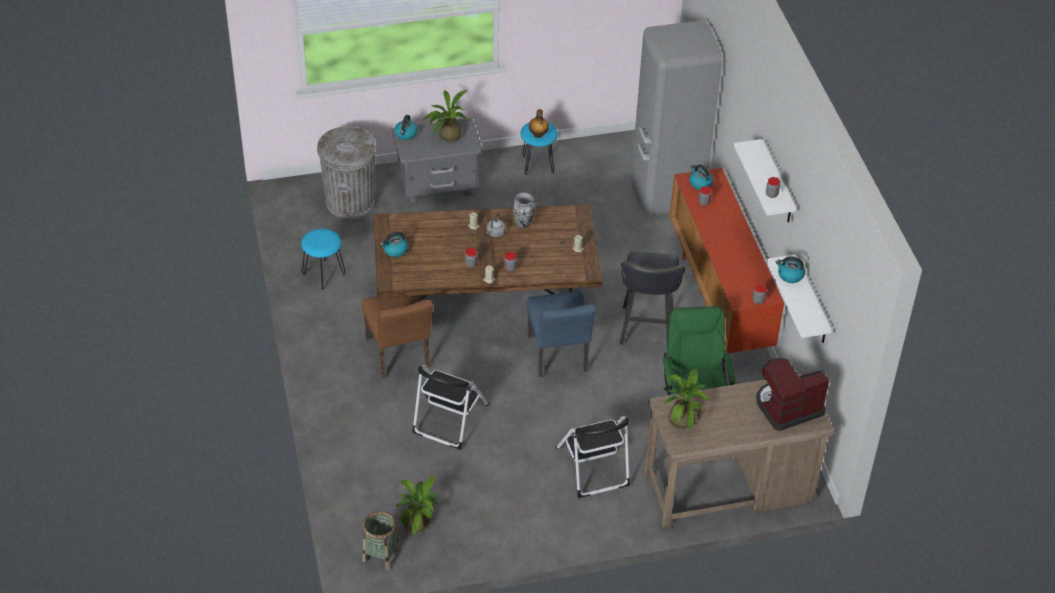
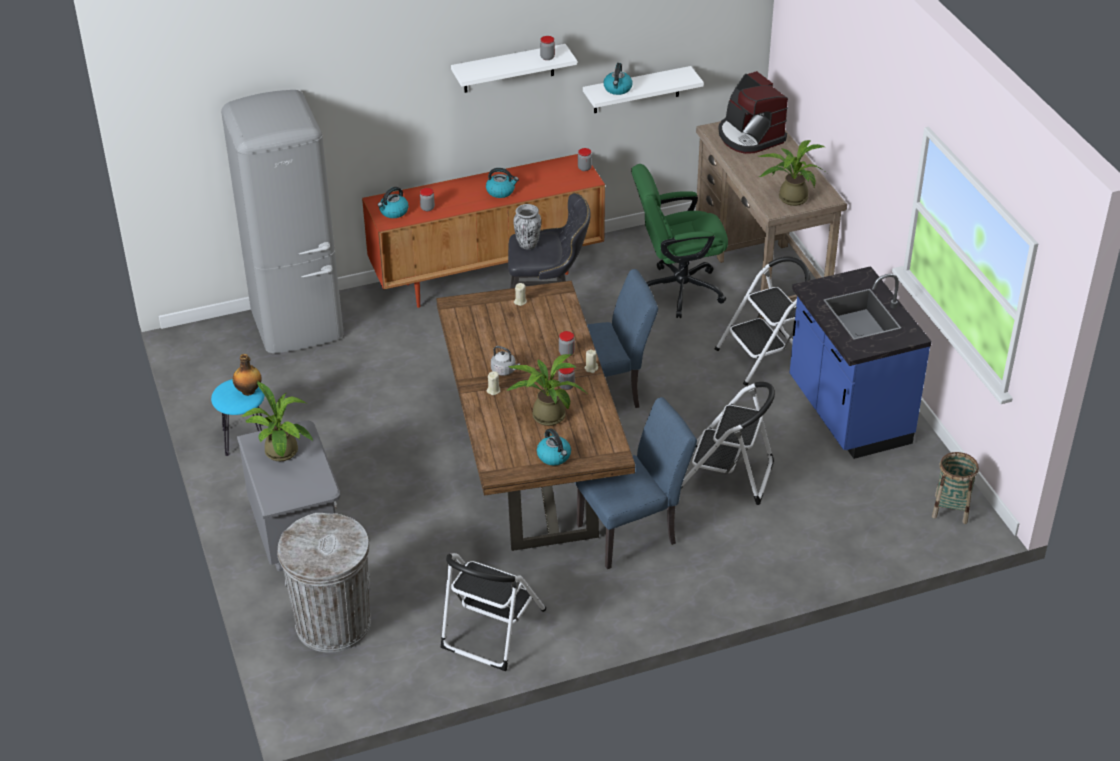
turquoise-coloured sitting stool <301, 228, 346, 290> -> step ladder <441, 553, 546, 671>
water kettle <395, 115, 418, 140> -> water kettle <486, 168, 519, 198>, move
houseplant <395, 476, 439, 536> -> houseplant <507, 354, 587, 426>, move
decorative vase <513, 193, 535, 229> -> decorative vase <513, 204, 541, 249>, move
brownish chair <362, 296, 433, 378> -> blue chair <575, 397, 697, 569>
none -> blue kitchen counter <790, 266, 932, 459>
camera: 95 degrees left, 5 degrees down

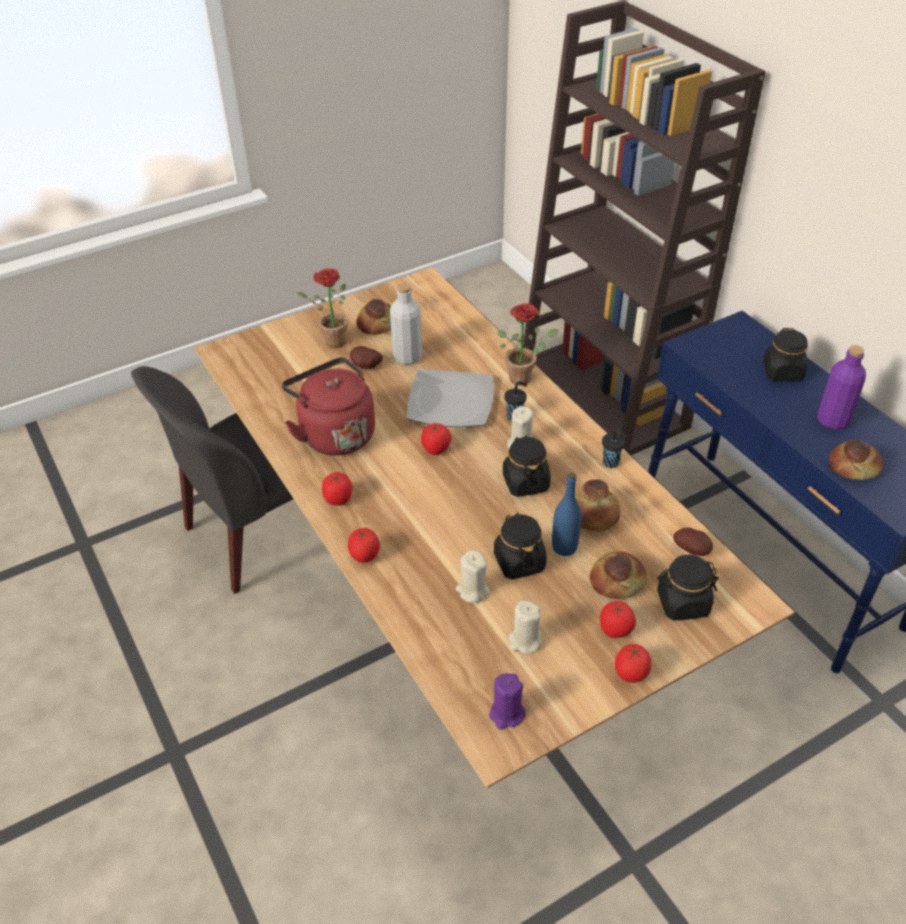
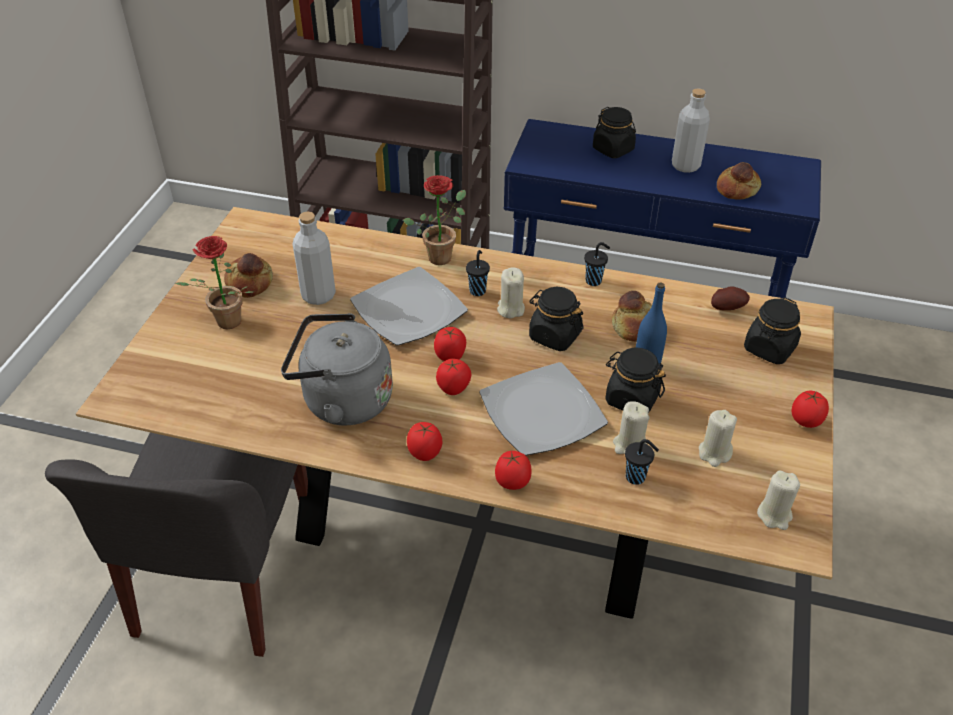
red-coloured water kettle <282, 357, 375, 456> -> gray water kettle <281, 313, 393, 425>
whole tomato <600, 601, 636, 638> -> whole tomato <436, 359, 472, 395>, move
none -> plate <479, 362, 608, 456>
none -> black cup <625, 439, 659, 485>
purplish bottle <817, 345, 866, 430> -> gray bottle <672, 89, 710, 173>
purplish candle <489, 673, 526, 730> -> beige candle <757, 471, 800, 530>
potato <350, 346, 383, 369> -> none
baked bread <589, 551, 647, 599> -> none
camera: 45 degrees left, 0 degrees up

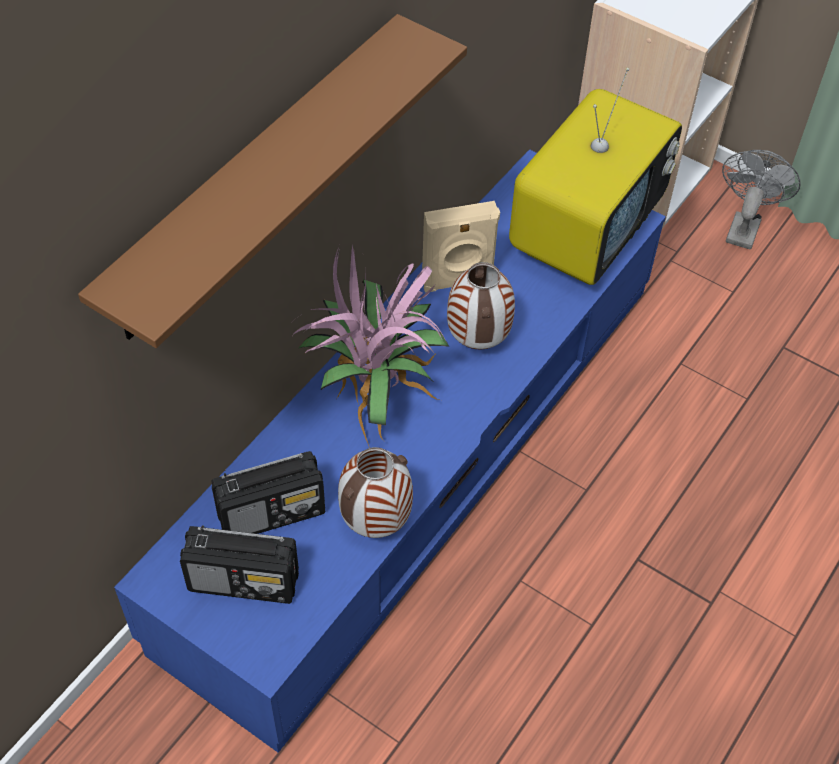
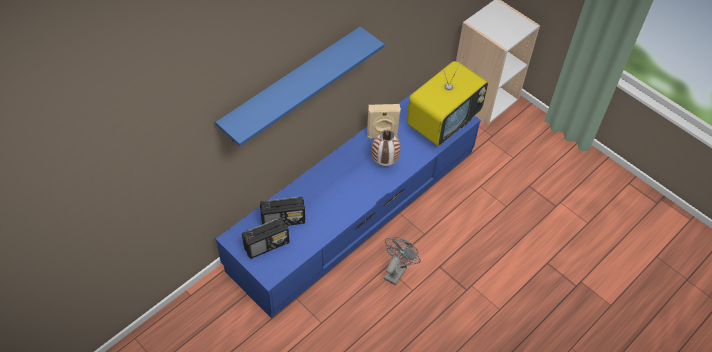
brownish bracket shelf <78, 14, 467, 348> -> blue bracket shelf <215, 26, 385, 146>
radio receiver <180, 525, 299, 604> -> radio receiver <242, 217, 290, 259>, 45 degrees counterclockwise
gray fan <722, 150, 801, 250> -> gray fan <384, 237, 420, 285>, move
houseplant <292, 245, 450, 448> -> none
decorative vase <338, 447, 413, 538> -> none
camera: 10 degrees right, 0 degrees up

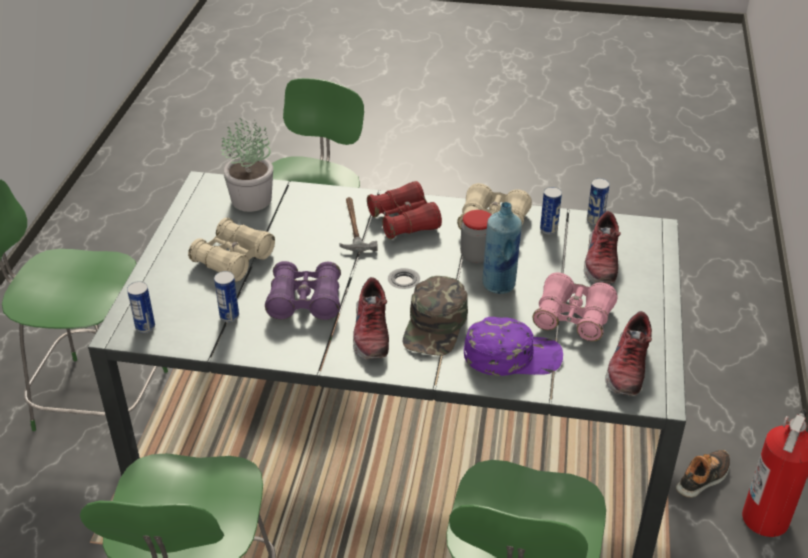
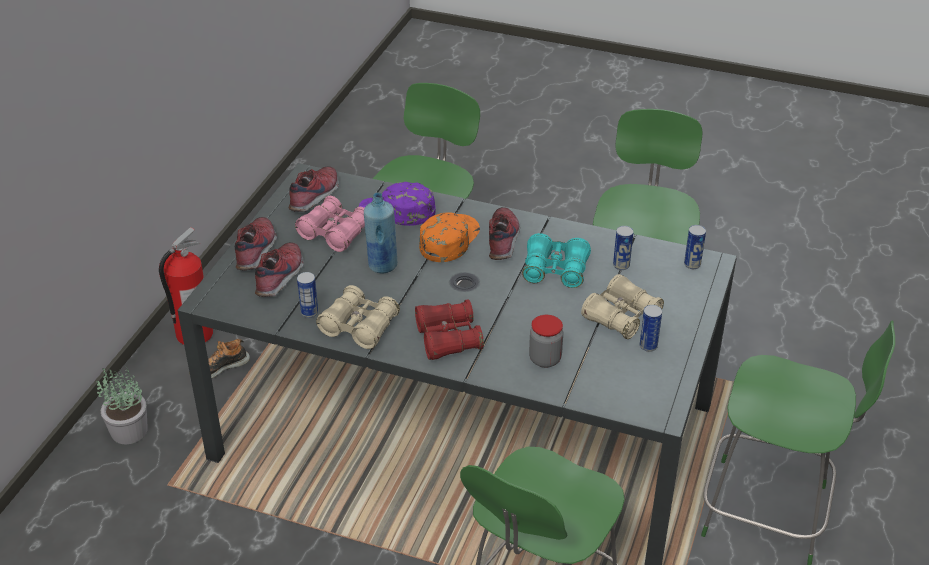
houseplant <221, 118, 273, 212> -> houseplant <97, 368, 148, 444>, move
none -> shoe <235, 217, 277, 271>
green-coloured baseball cap <402, 276, 468, 356> -> orange baseball cap <419, 212, 480, 262>
purplish pair of binoculars <265, 261, 341, 320> -> turquoise-coloured pair of binoculars <522, 233, 591, 288>
jar <460, 210, 491, 263> -> jar <529, 315, 563, 368>, move
sealed can <587, 178, 610, 225> -> sealed can <640, 305, 662, 352>, move
tool hammer <339, 197, 378, 253> -> none
camera: 170 degrees left, 0 degrees up

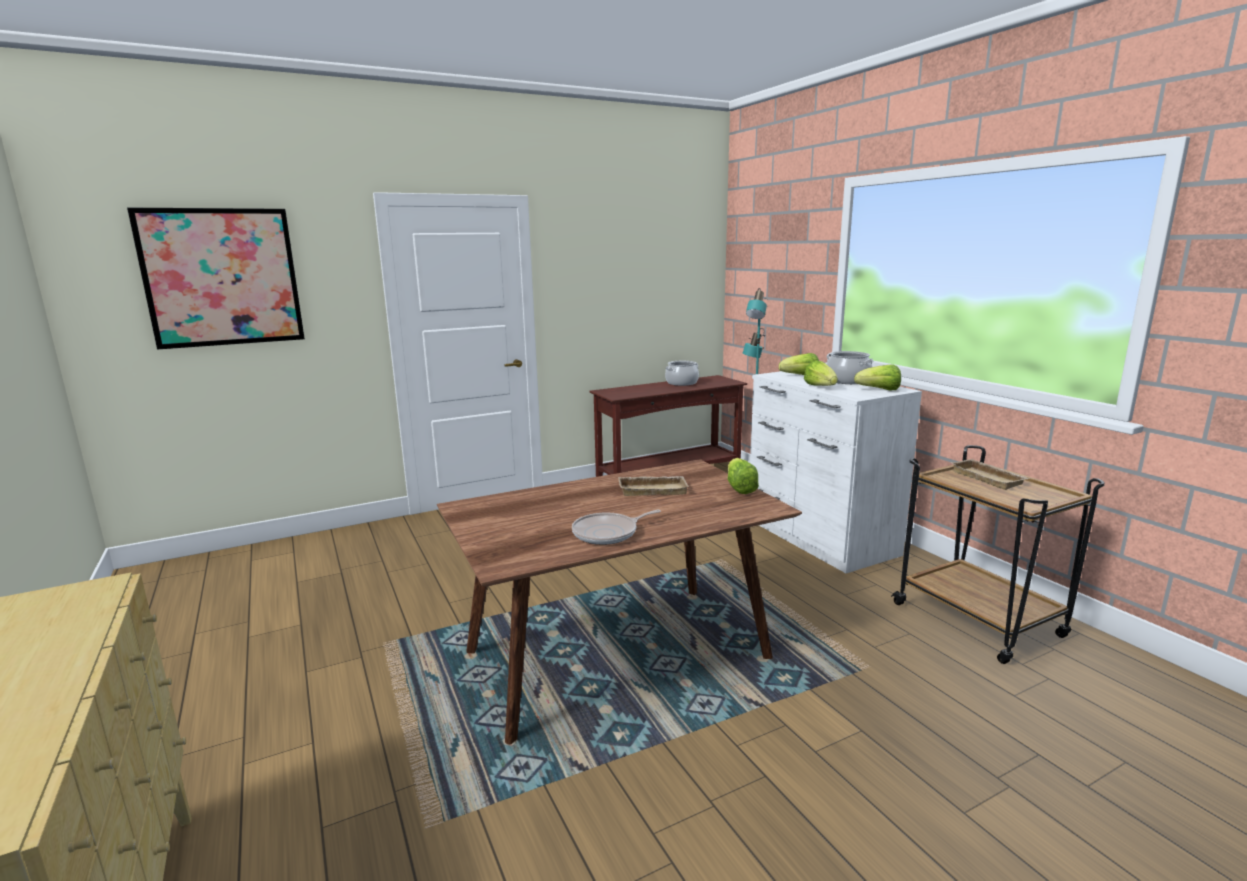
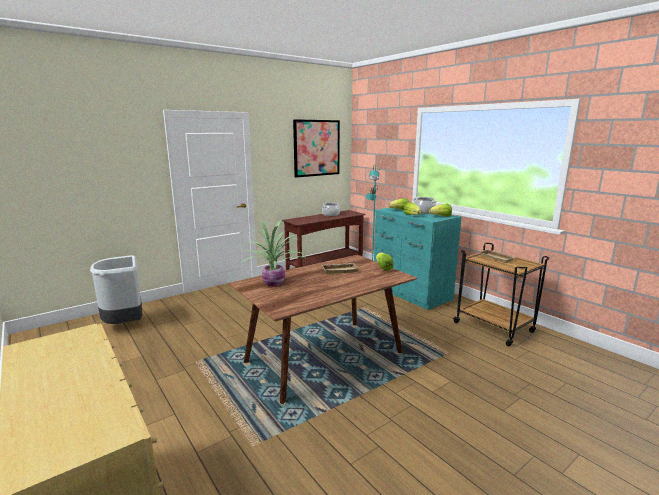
none -> gray waste bin <90, 255, 143, 324>
none -> houseplant <241, 220, 307, 287>
picture <127, 207, 305, 350> -> picture <293, 119, 340, 178>, move
whitish dresser <750, 371, 922, 574> -> turquoise-coloured dresser <374, 208, 461, 310>
skillet <572, 510, 661, 545> -> none
camera: 10 degrees left, 0 degrees up

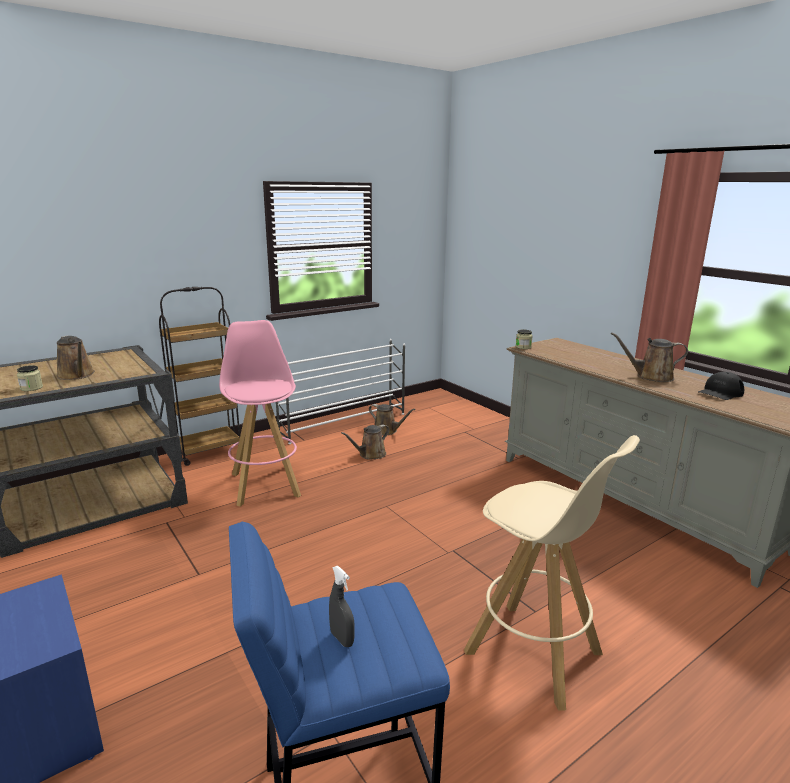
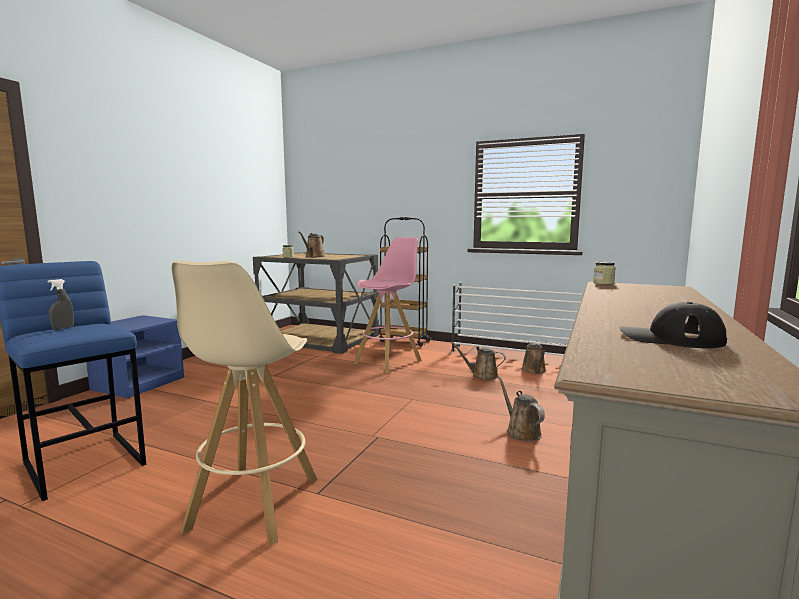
brownish watering pot <611, 332, 688, 382> -> brownish watering pot <498, 376, 545, 442>, move
camera: 60 degrees right, 10 degrees down

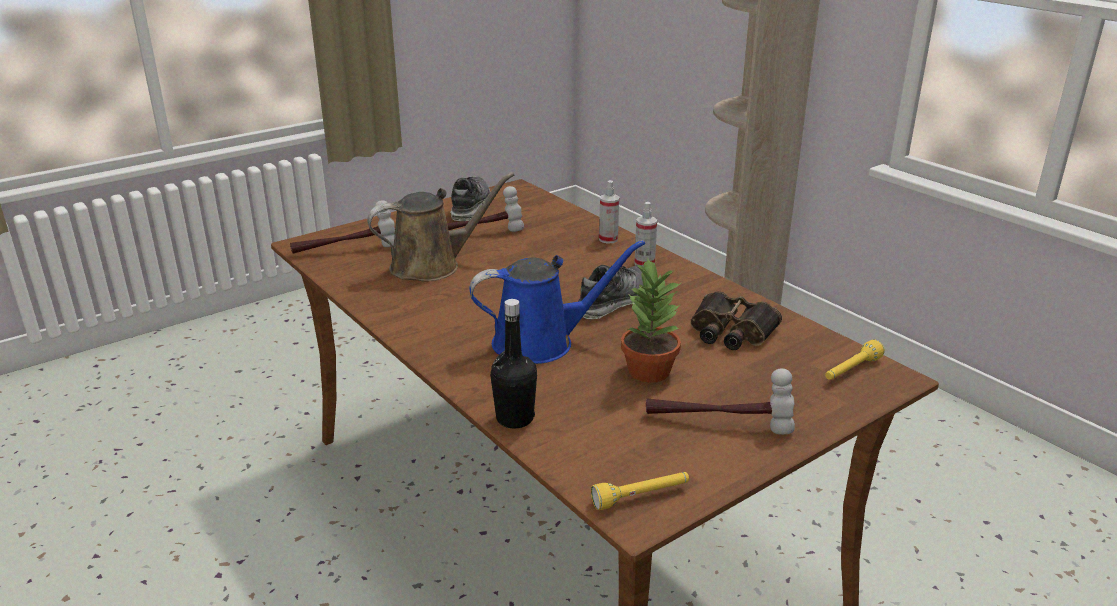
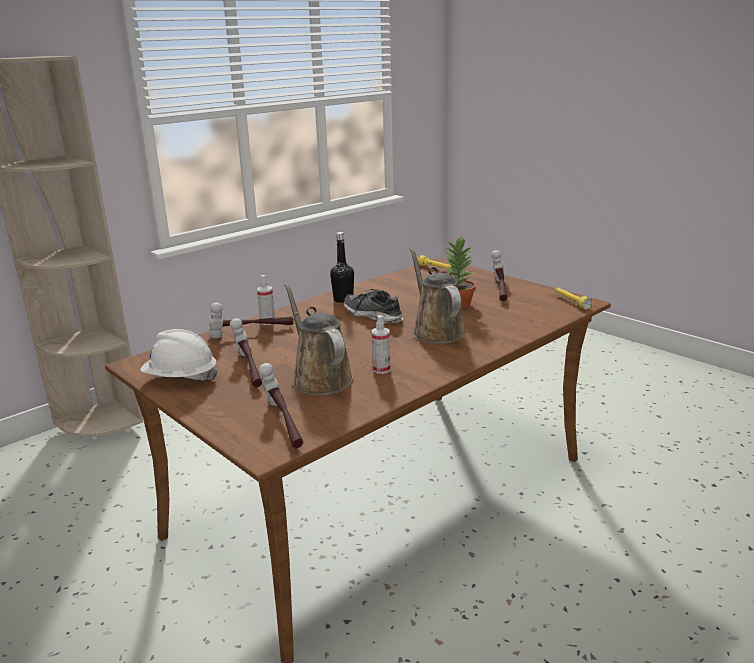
shoe <450, 177, 490, 221> -> whitish safety helmet <140, 329, 218, 381>
none -> tool hammer <209, 302, 294, 339>
black bottle <490, 299, 537, 429> -> black bottle <330, 232, 354, 303>, move
hand sprayer <634, 202, 657, 265> -> hand sprayer <371, 315, 391, 374>, move
blue watering pot <469, 240, 645, 364> -> brownish watering pot <410, 247, 466, 343>
pair of binoculars <690, 291, 782, 350> -> none
camera: 95 degrees left, 5 degrees down

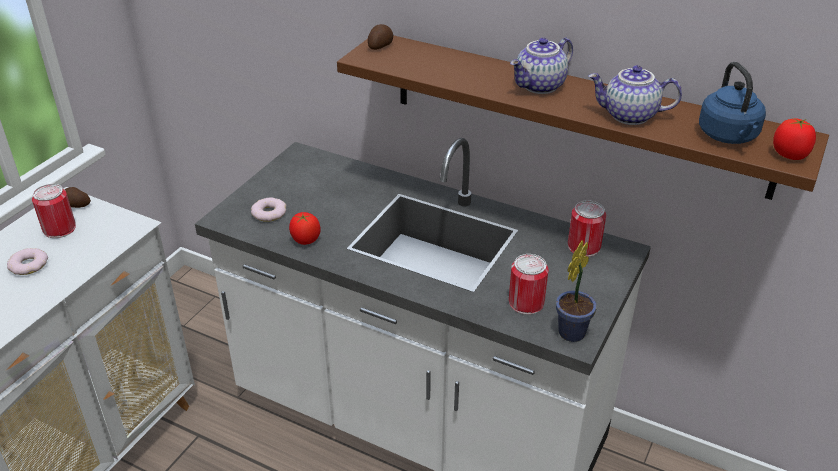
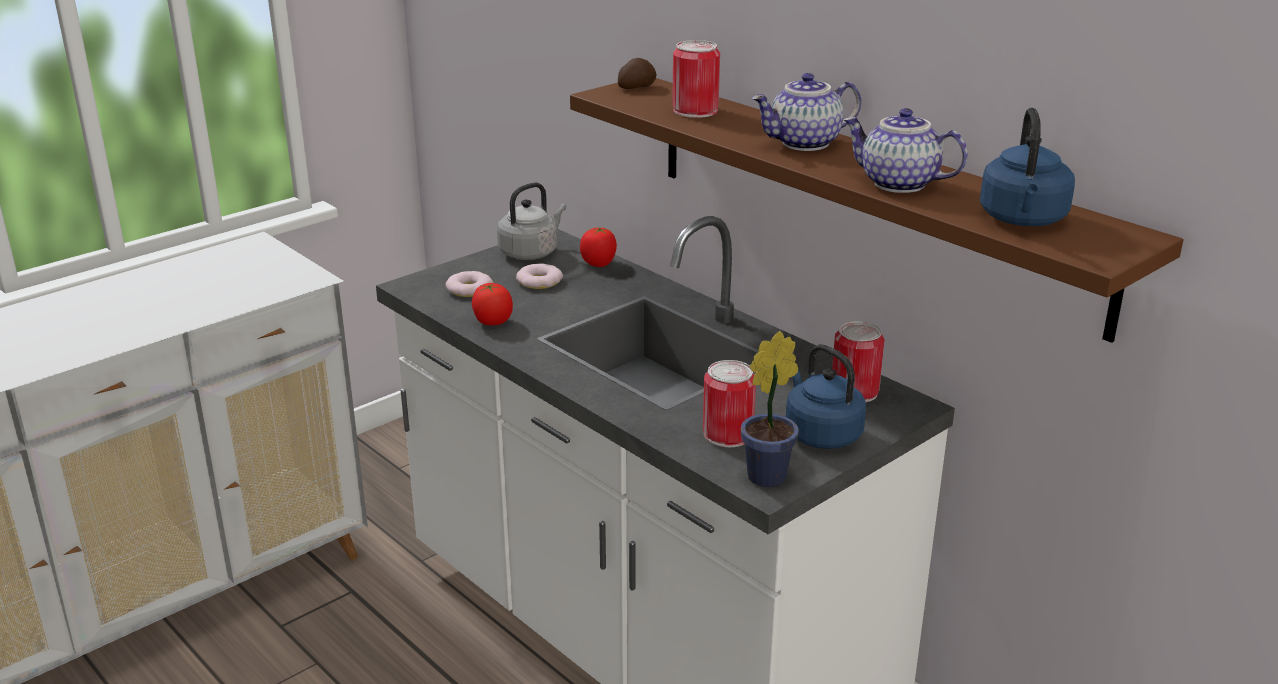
none -> gray water kettle <497, 182, 566, 260>
doughnut <7, 248, 48, 275> -> doughnut <516, 264, 563, 289>, move
whole tomato <773, 118, 816, 160> -> whole tomato <580, 227, 617, 267>, move
sealed can <32, 184, 76, 238> -> sealed can <672, 40, 720, 118>, move
none -> blue water kettle <786, 344, 866, 449>
potato <64, 187, 91, 208> -> none
camera: 20 degrees right, 10 degrees down

